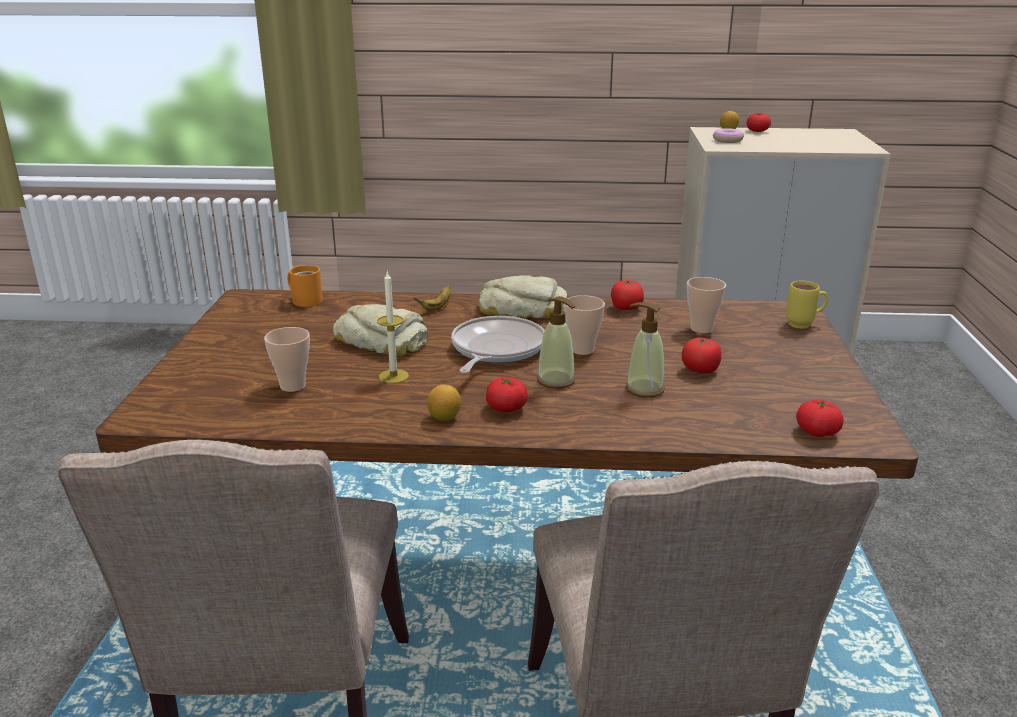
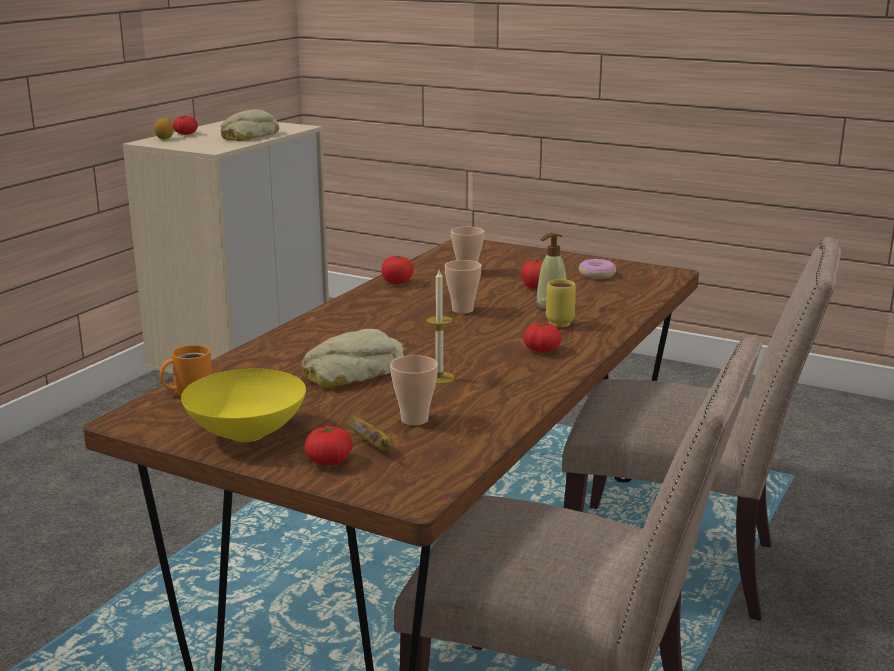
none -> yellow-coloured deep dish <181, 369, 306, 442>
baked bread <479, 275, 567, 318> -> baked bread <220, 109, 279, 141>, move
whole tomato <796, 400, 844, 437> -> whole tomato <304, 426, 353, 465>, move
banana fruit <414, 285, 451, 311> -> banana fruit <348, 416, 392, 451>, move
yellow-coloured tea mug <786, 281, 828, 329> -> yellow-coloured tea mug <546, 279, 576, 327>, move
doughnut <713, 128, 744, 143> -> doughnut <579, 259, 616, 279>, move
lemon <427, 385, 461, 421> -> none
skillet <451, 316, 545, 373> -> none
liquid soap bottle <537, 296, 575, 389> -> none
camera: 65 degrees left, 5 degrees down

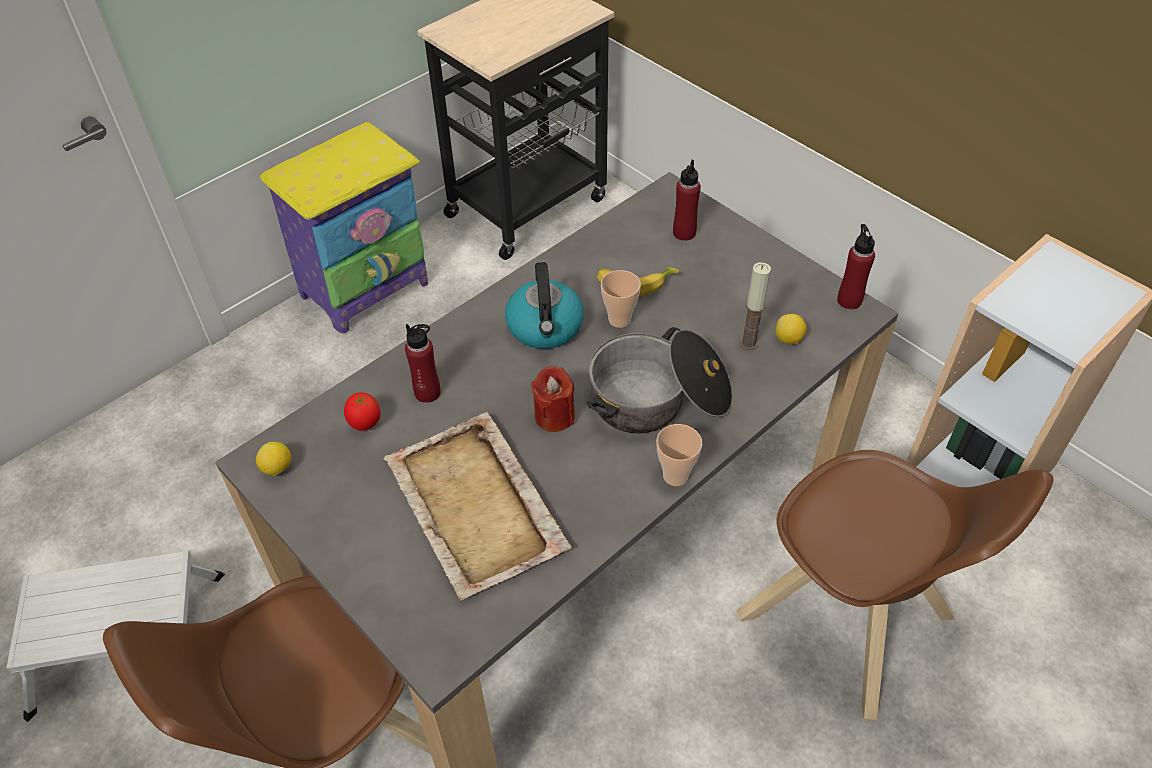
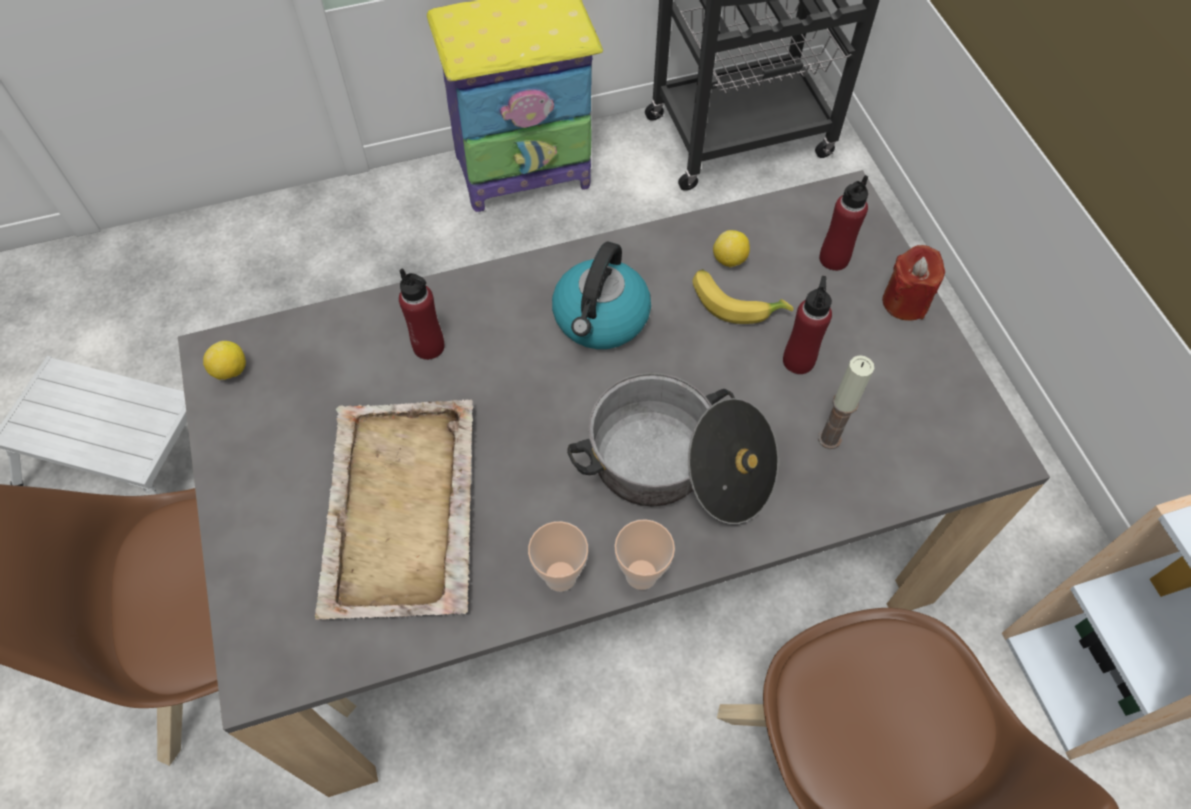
cup <601, 270, 641, 328> -> cup <528, 521, 588, 592>, move
lemon <775, 314, 807, 344> -> lemon <713, 230, 750, 267>, move
red-coloured bottle <837, 224, 875, 309> -> red-coloured bottle <783, 276, 832, 374>, move
red-coloured candle <531, 366, 575, 432> -> red-coloured candle <882, 245, 945, 321>, move
whole tomato <344, 393, 381, 431> -> none
camera: 25 degrees right, 10 degrees up

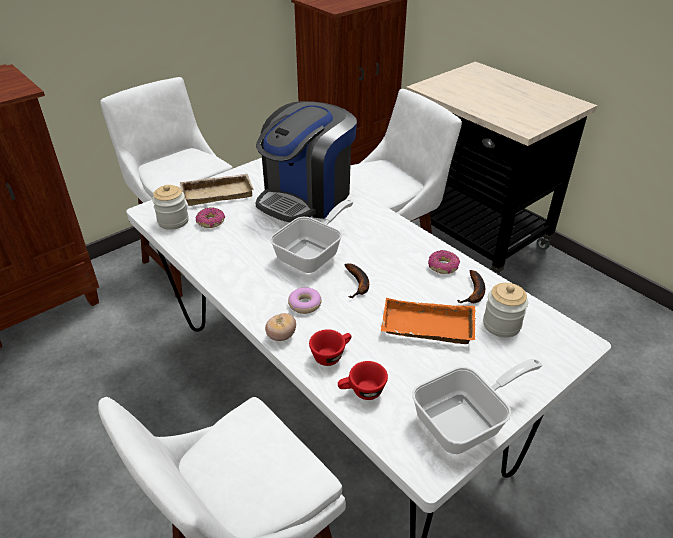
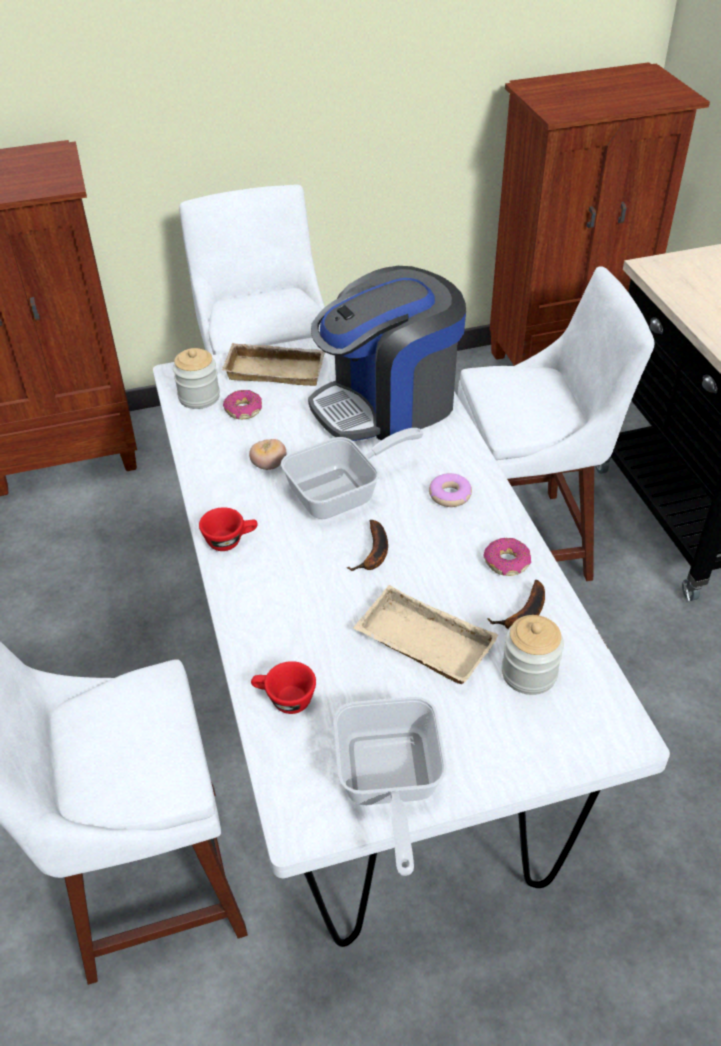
red-coloured cup <309, 329, 351, 366> -> red-coloured cup <199, 507, 257, 551>, move
whole tomato <265, 313, 296, 341> -> whole tomato <249, 439, 286, 470>, move
skillet <412, 359, 542, 454> -> skillet <333, 697, 447, 876>, 90 degrees clockwise
orange serving tray <381, 298, 476, 344> -> beige serving tray <353, 585, 498, 684>
doughnut <288, 287, 322, 314> -> doughnut <429, 473, 472, 507>, move
camera: 25 degrees right, 5 degrees up

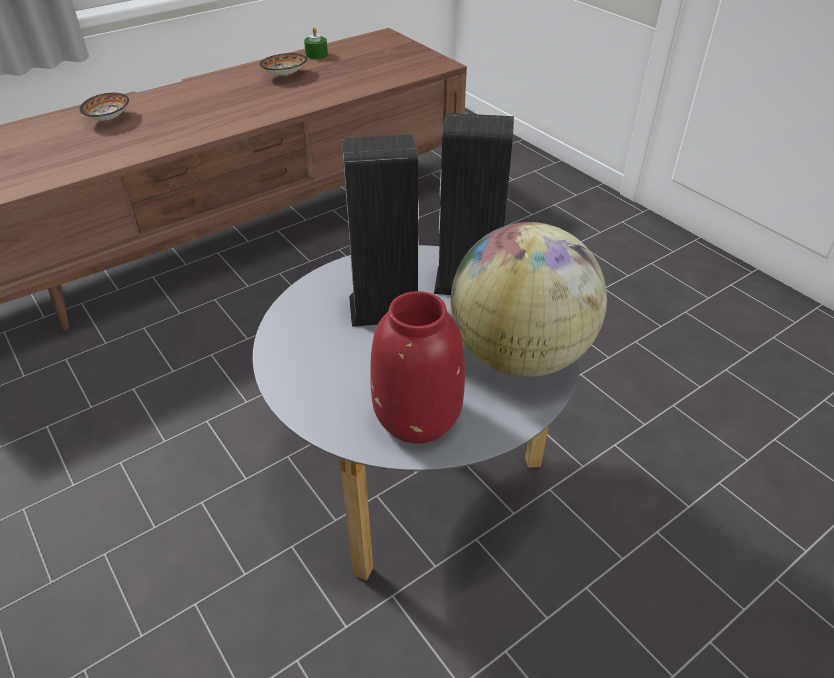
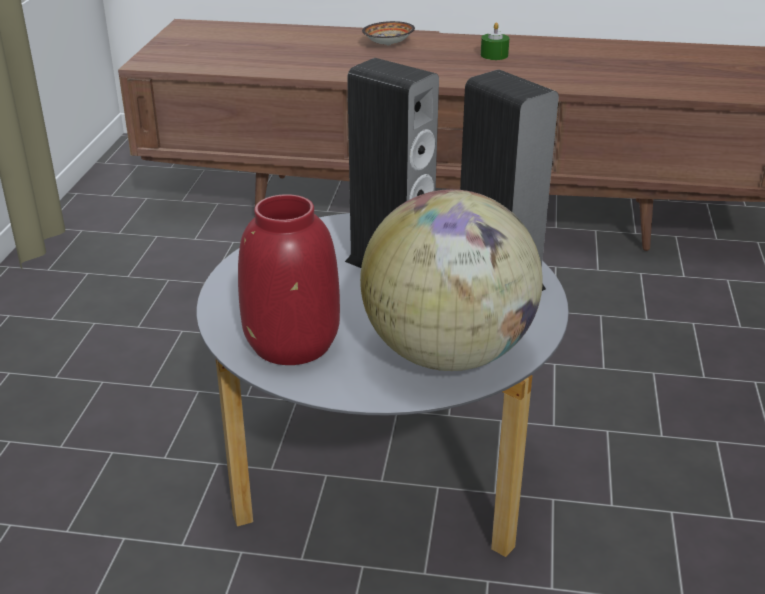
green-coloured candle <304, 27, 328, 59> -> green-coloured candle <481, 22, 509, 60>, move
deep dish <260, 53, 307, 76> -> none
camera: 45 degrees right, 10 degrees down

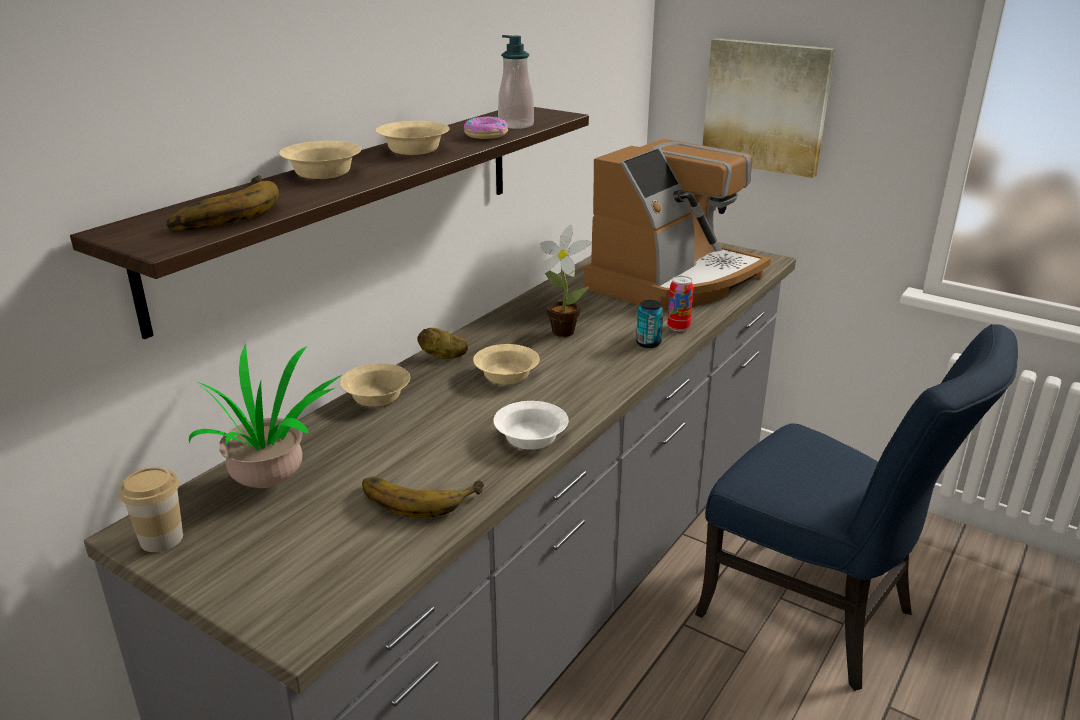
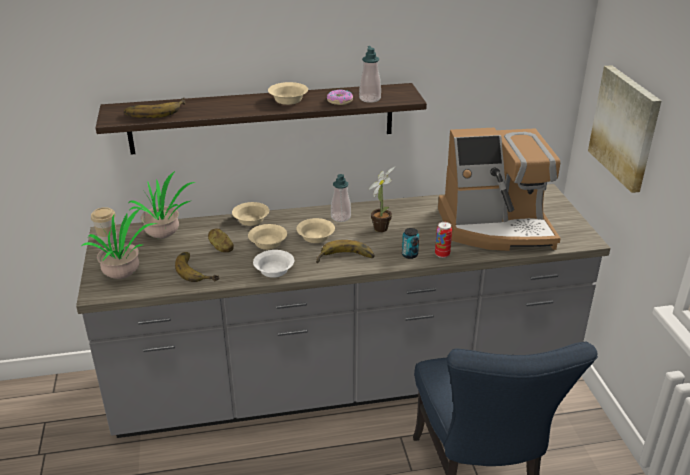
none -> houseplant <81, 207, 157, 279>
potato <417, 328, 468, 359> -> potato <208, 228, 234, 252>, move
beige deep dish <279, 141, 361, 179> -> beige deep dish <248, 224, 287, 250>, move
none -> banana fruit <316, 240, 375, 263>
none -> liquid soap bottle <331, 174, 351, 222>
camera: 45 degrees right, 5 degrees up

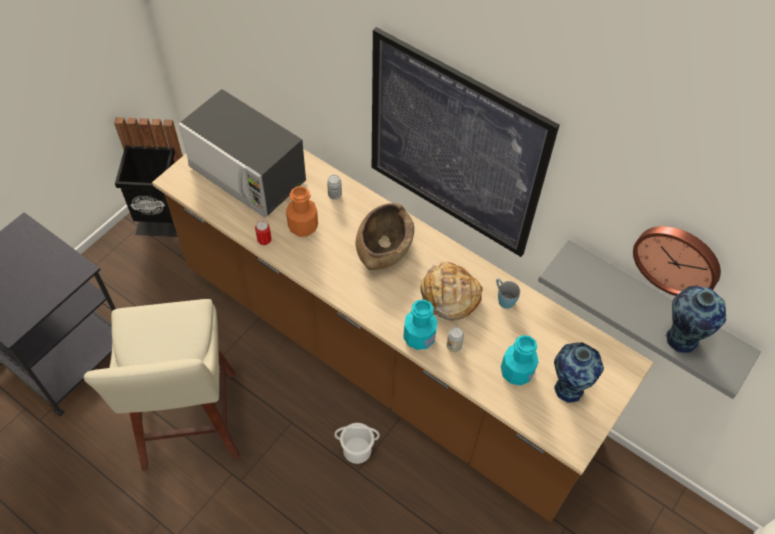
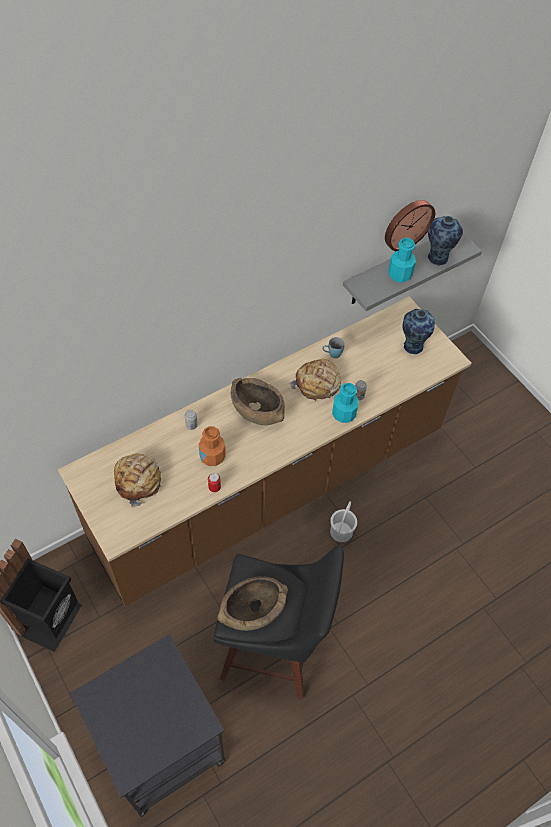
kitchen microwave <179, 89, 306, 218> -> baked bread <114, 453, 162, 508>
beige sitting stool <84, 299, 239, 470> -> black sitting stool <213, 546, 344, 699>
none -> brownish deep dish <217, 576, 288, 631>
turquoise-coloured bottle <501, 335, 539, 386> -> turquoise-coloured bottle <388, 238, 416, 283>, move
picture <372, 27, 559, 257> -> none
camera: 70 degrees left, 0 degrees up

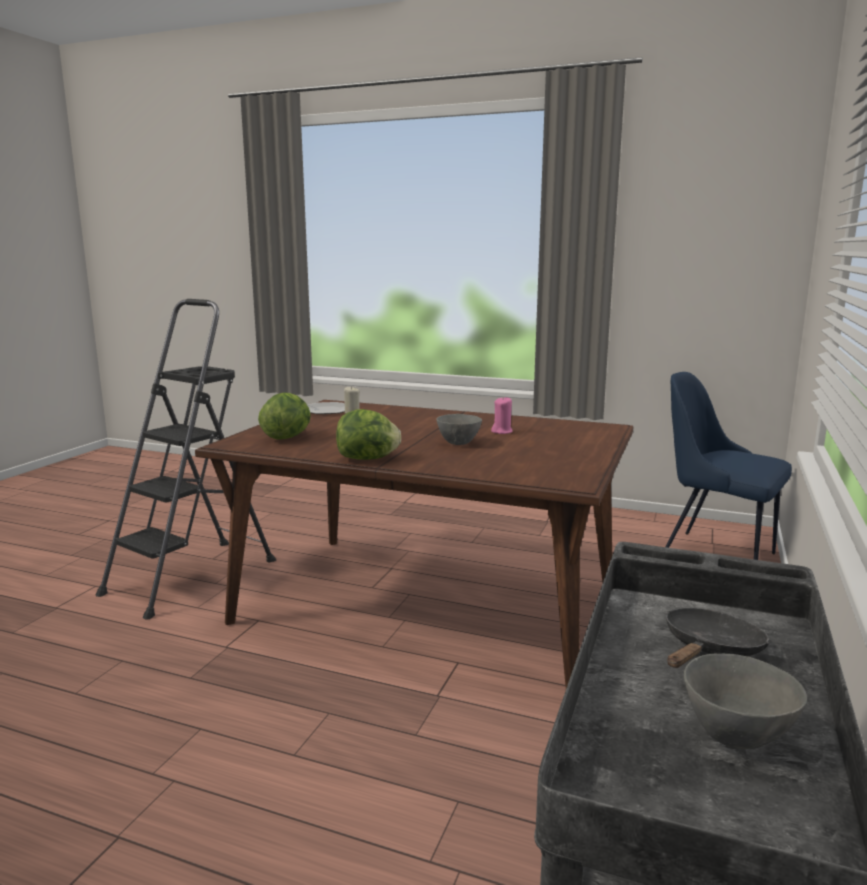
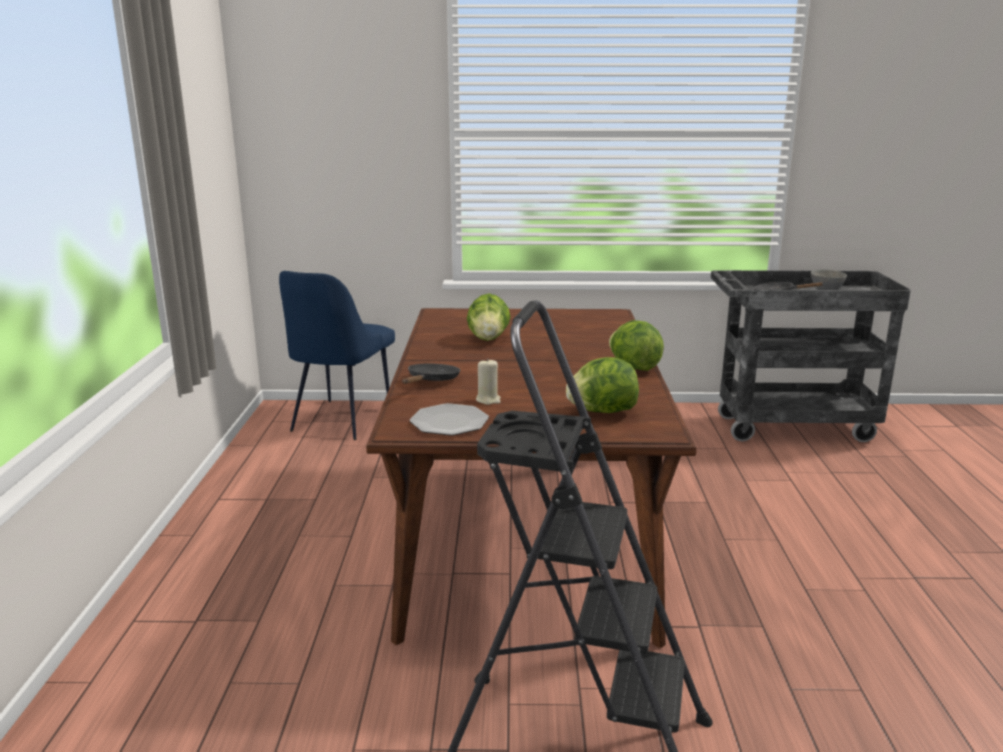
none -> black skillet <402, 363, 460, 384>
pink candle <491, 396, 513, 434> -> lettuce <467, 293, 511, 341>
gray deep dish <436, 414, 482, 445> -> none
camera: 110 degrees left, 5 degrees up

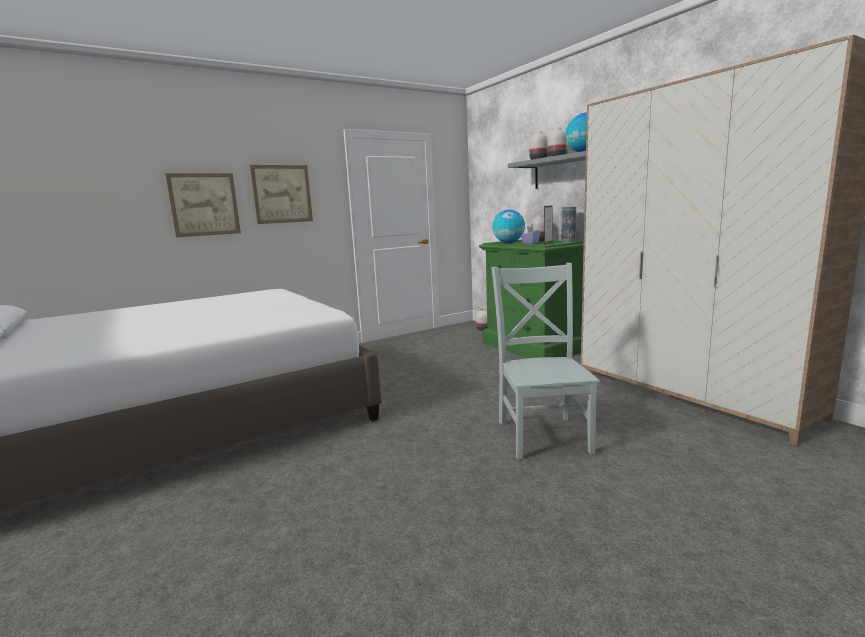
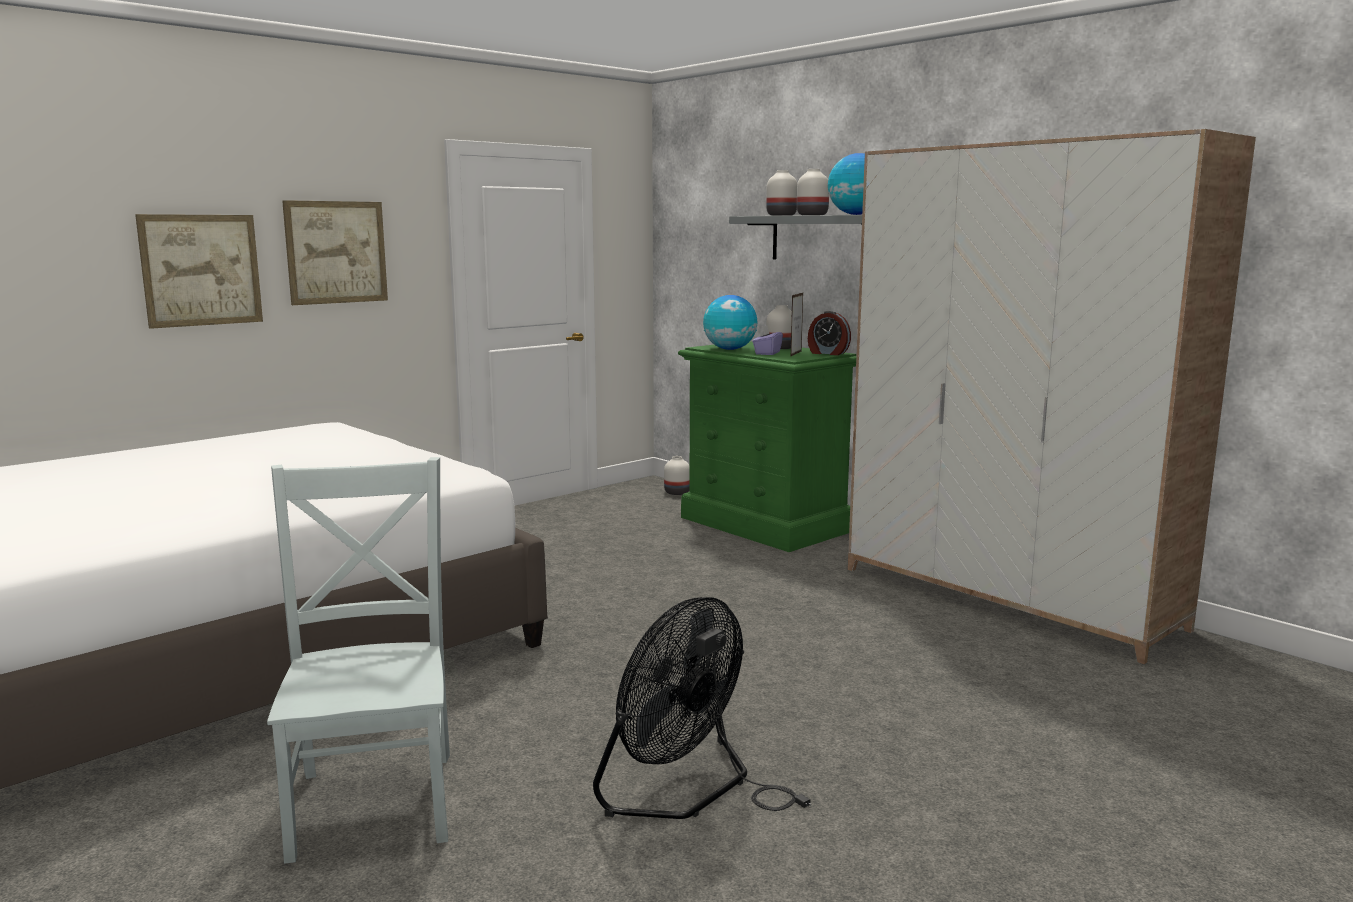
gray chair <491, 263, 600, 460> -> gray chair <267, 457, 450, 864>, move
none -> black fan <593, 597, 811, 819>
decorative vase <561, 207, 576, 243> -> alarm clock <808, 311, 851, 355>
camera: 10 degrees left, 0 degrees up

